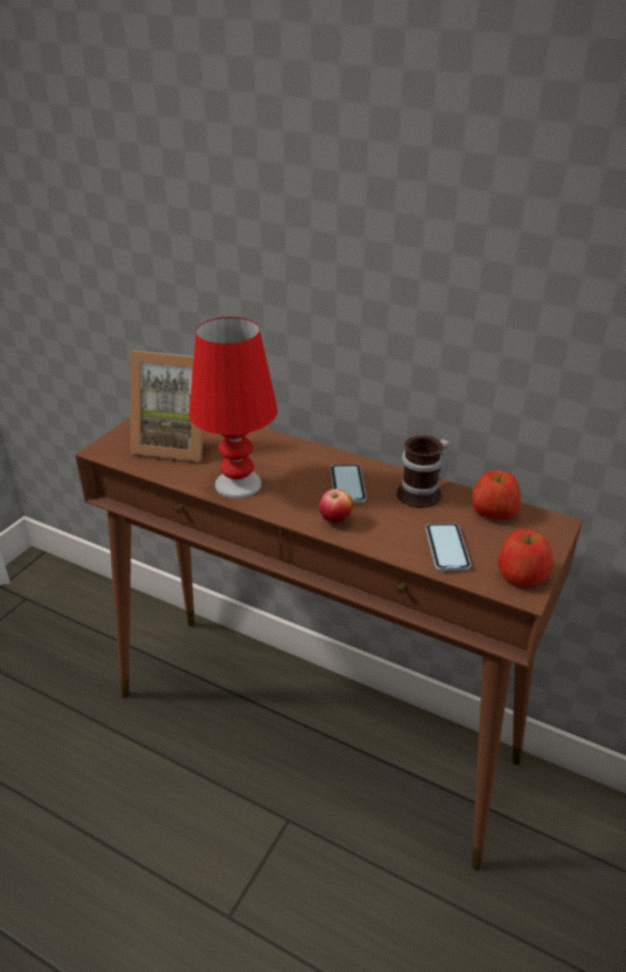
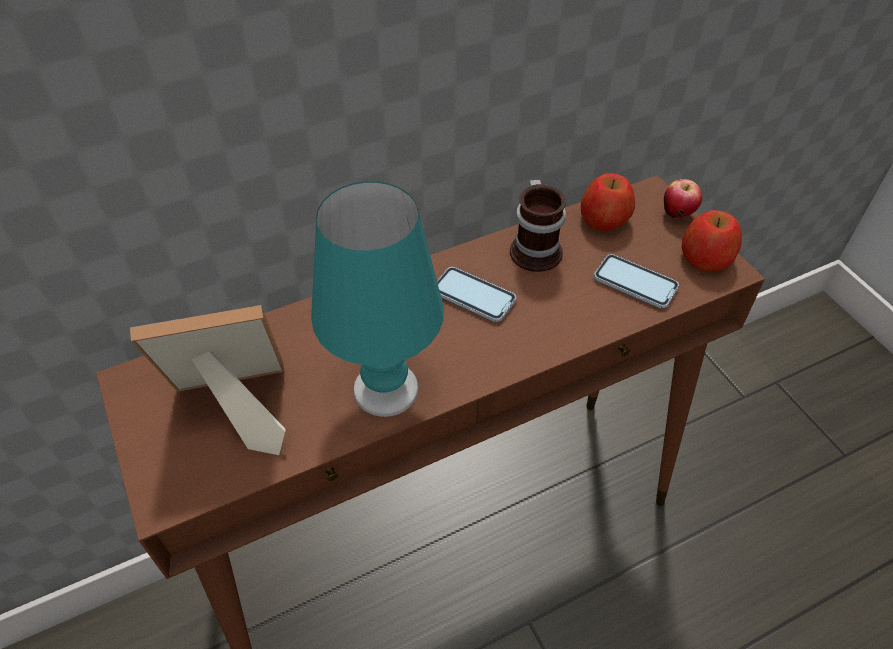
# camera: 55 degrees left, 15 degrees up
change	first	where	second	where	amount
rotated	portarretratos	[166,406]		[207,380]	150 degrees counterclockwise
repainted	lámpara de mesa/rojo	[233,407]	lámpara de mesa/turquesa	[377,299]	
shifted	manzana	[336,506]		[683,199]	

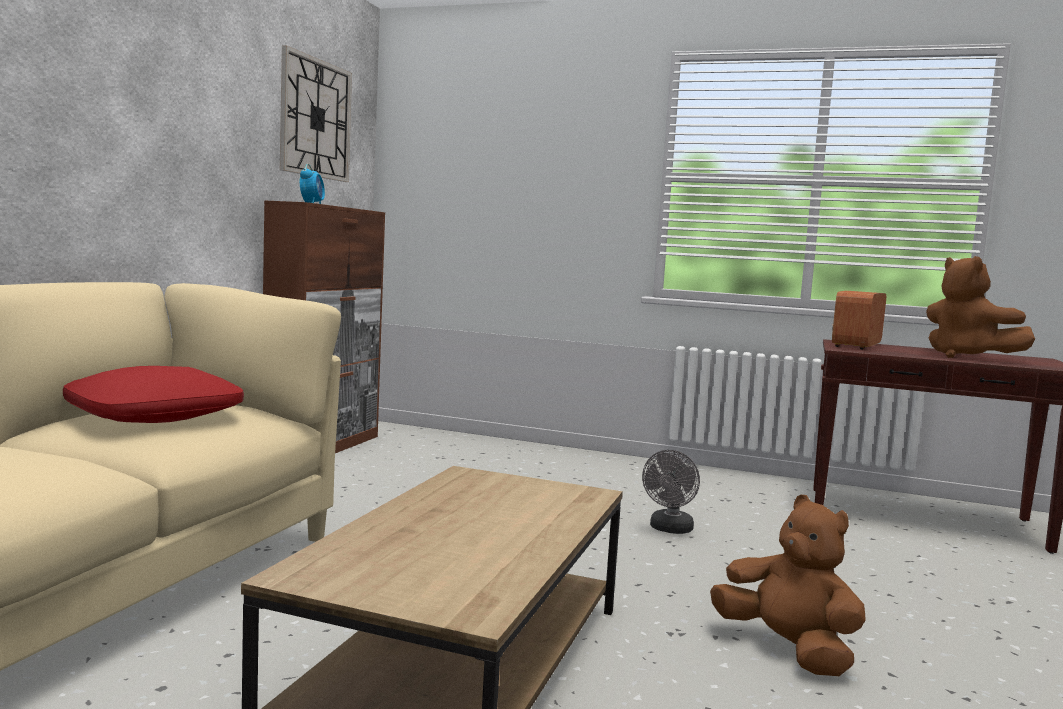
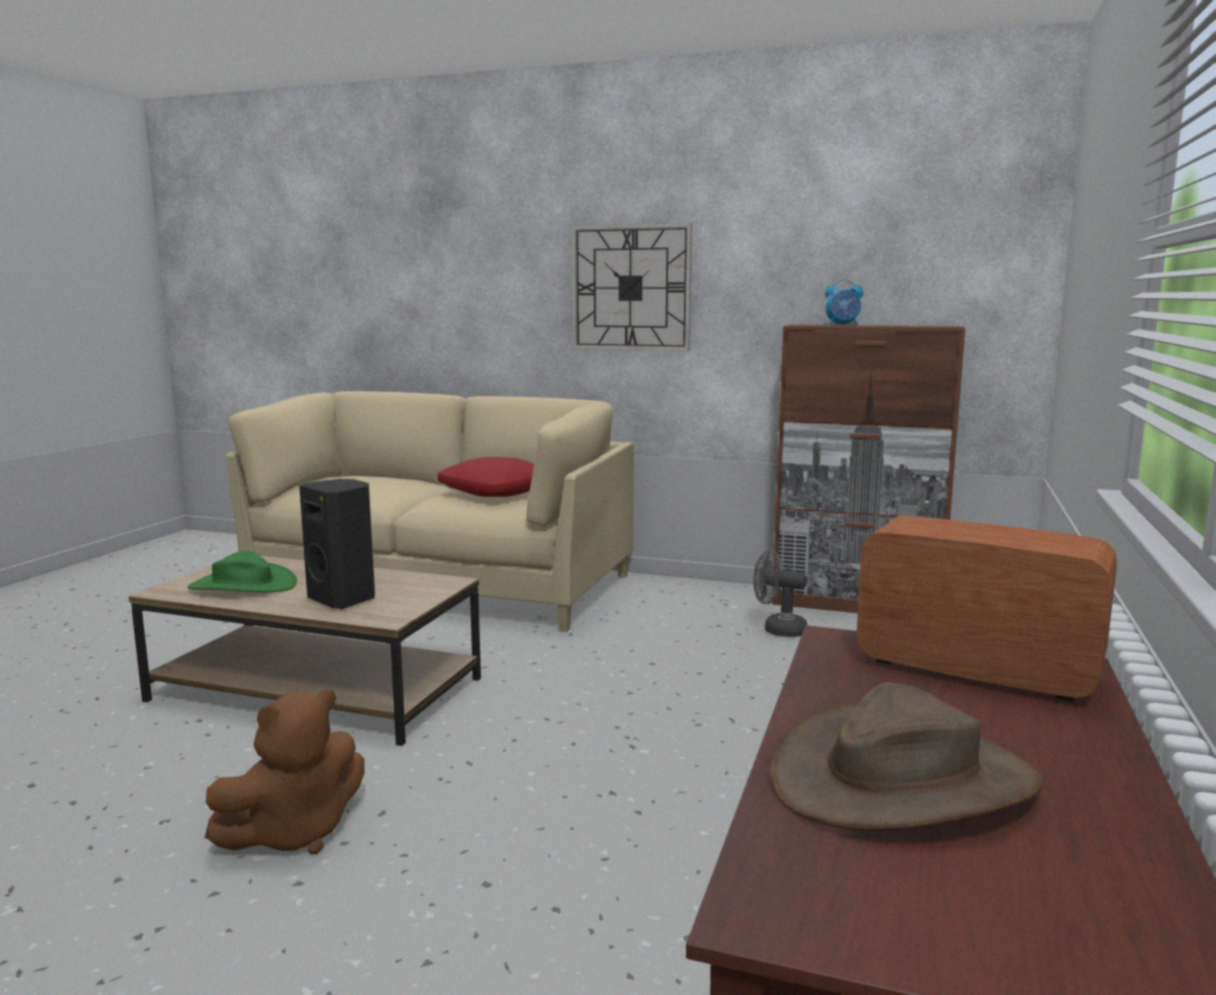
# camera: 90 degrees right, 5 degrees up
change	first	where	second	where	amount
new			sombrero/verde	[242,571]	
new			altavoz/negro	[337,544]	
shifted	reloj de pared	[316,113]		[631,287]	
shifted	ventilador/gris	[671,492]		[780,593]	
swapped	peluche/marrón	[980,307]	sombrero/marrón	[906,756]	

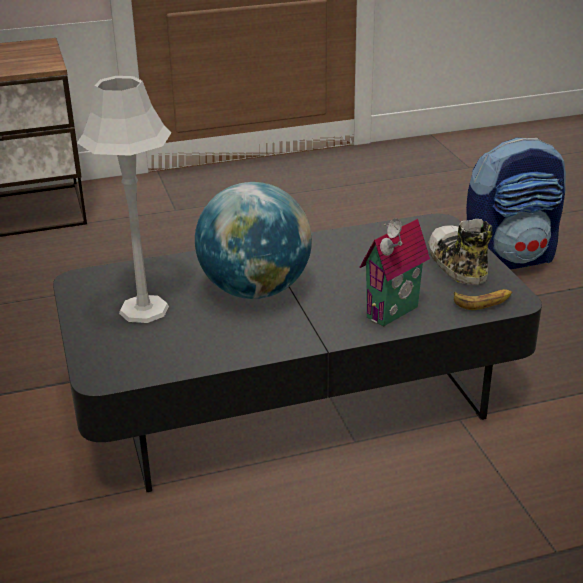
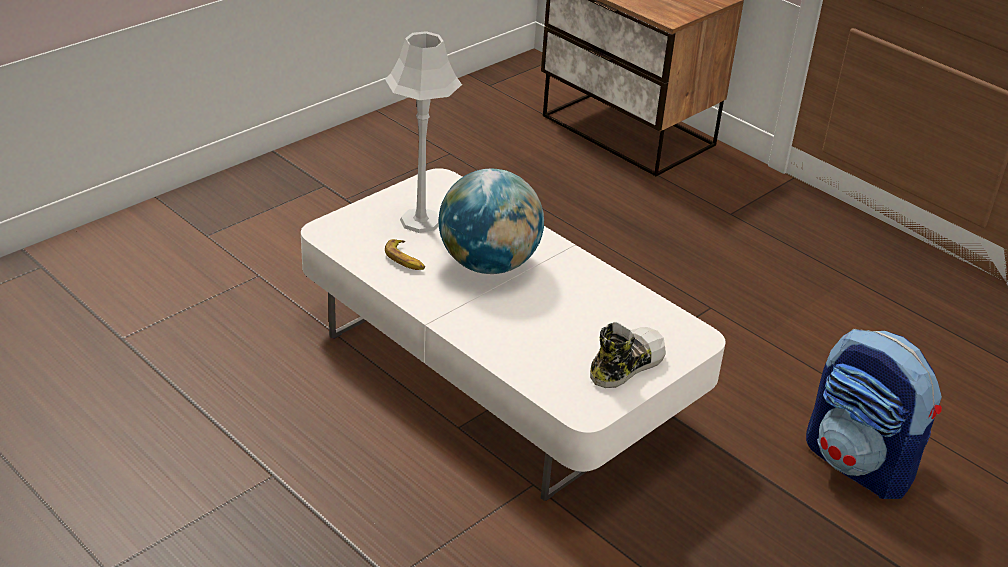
# camera: 60 degrees right, 5 degrees up
change	first	where	second	where	amount
repainted	mesa de centro/negro	[297,353]	mesa de centro/blanco	[513,334]	
shifted	plátano	[483,299]		[405,254]	
gone	casita	[394,272]			

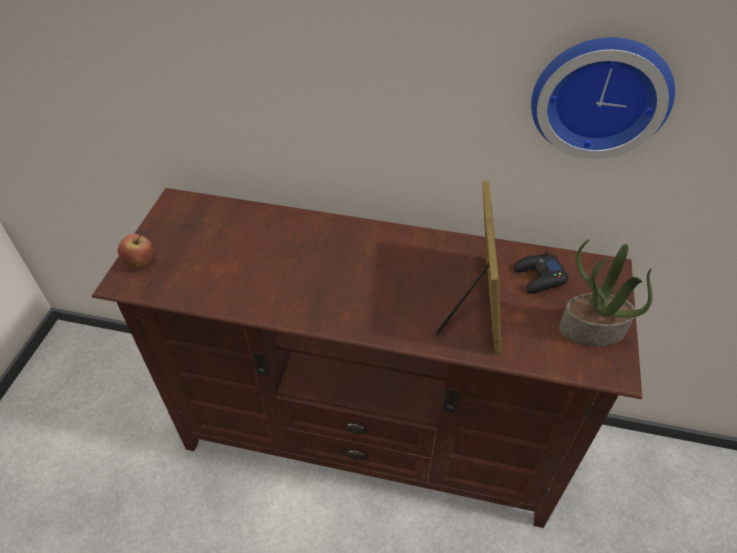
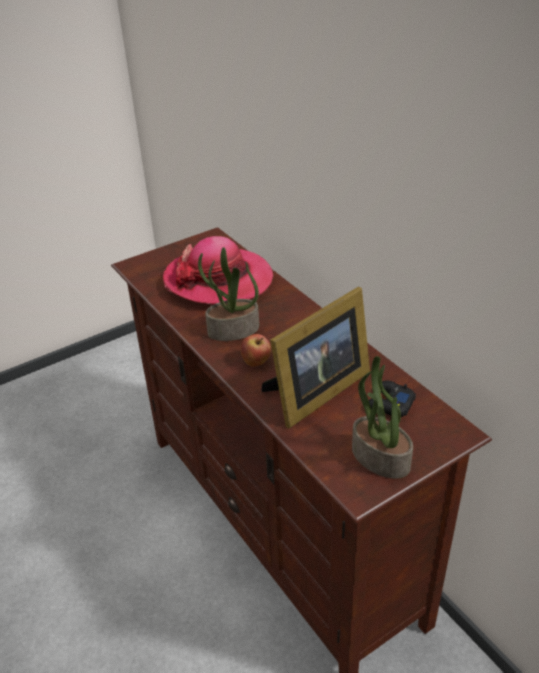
# camera: 45 degrees right, 10 degrees down
change	first	where	second	where	amount
new			sombrero	[218,270]	
new			planta en maceta	[228,294]	
shifted	manzana	[135,252]		[256,350]	
gone	reloj de pared	[603,98]			

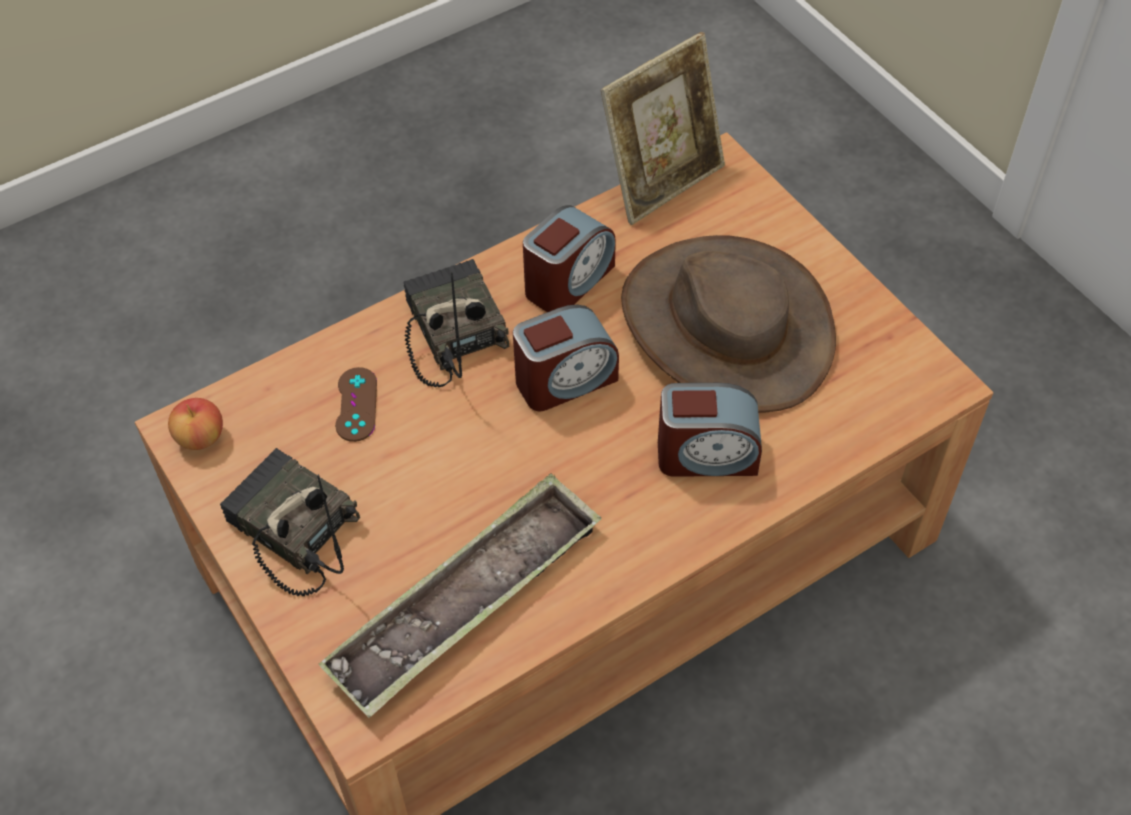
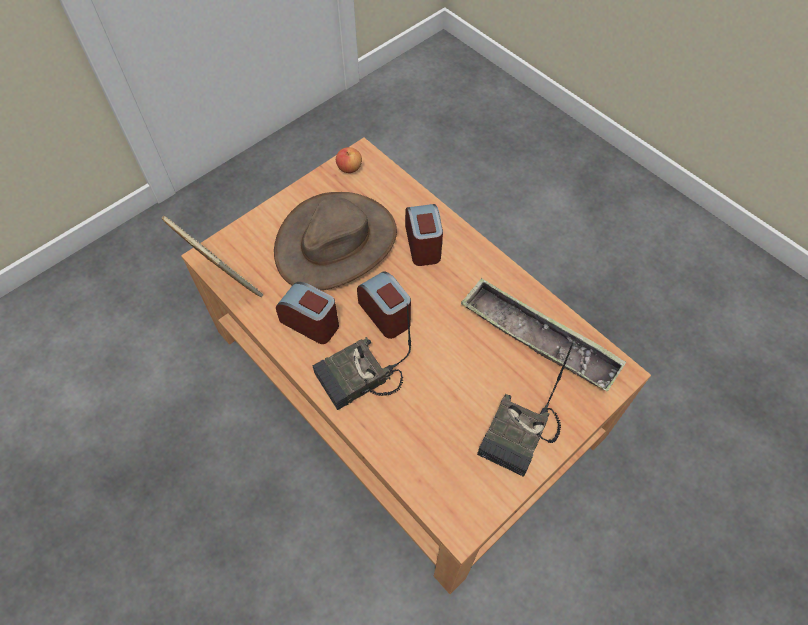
# camera: 100 degrees left, 5 degrees up
change	first	where	second	where	amount
shifted	manzana	[195,424]		[349,160]	
gone	mando de consola/marrón	[356,404]			

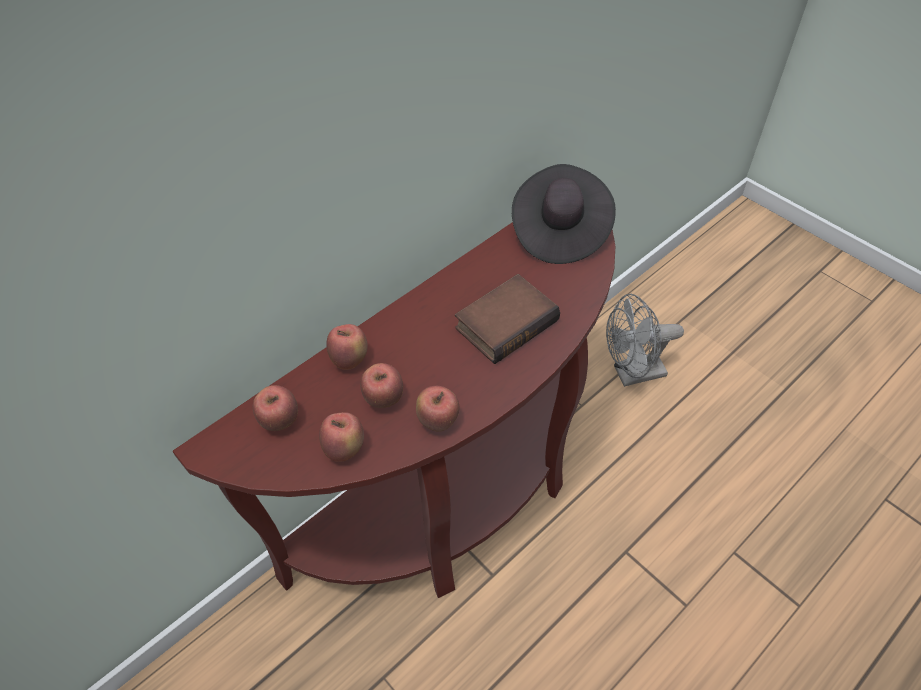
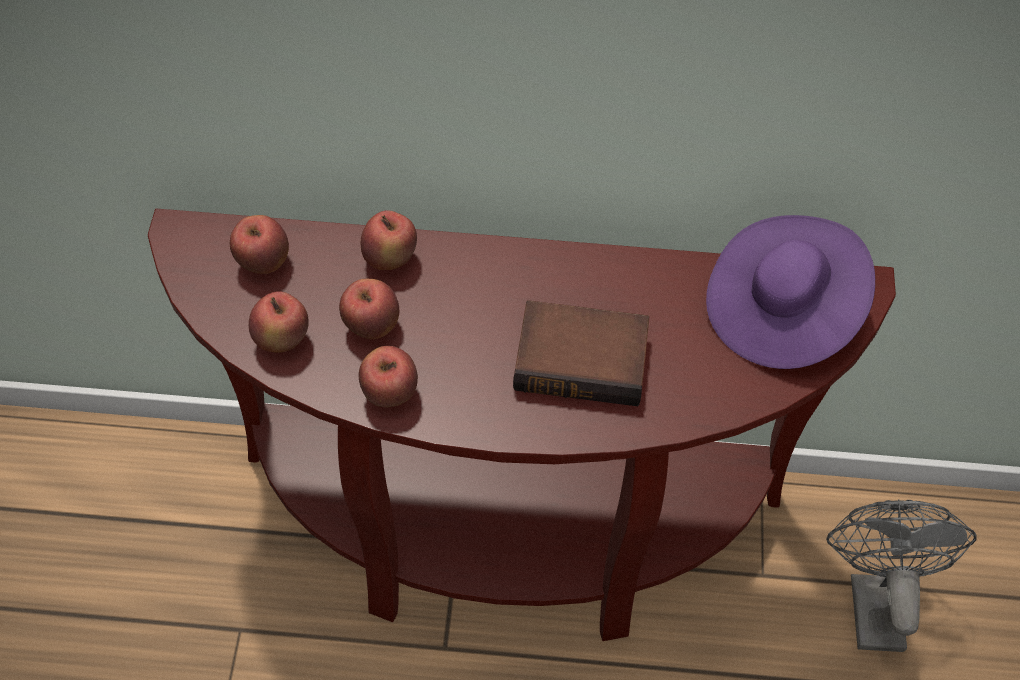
# camera: 45 degrees right, 5 degrees up
change	first	where	second	where	amount
repainted	sombrero/negro	[564,214]	sombrero/morado	[790,292]	
rotated	ventilador/gris	[645,340]		[901,575]	60 degrees clockwise

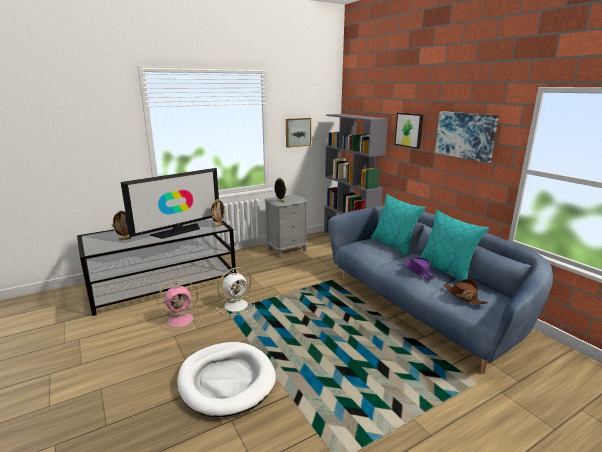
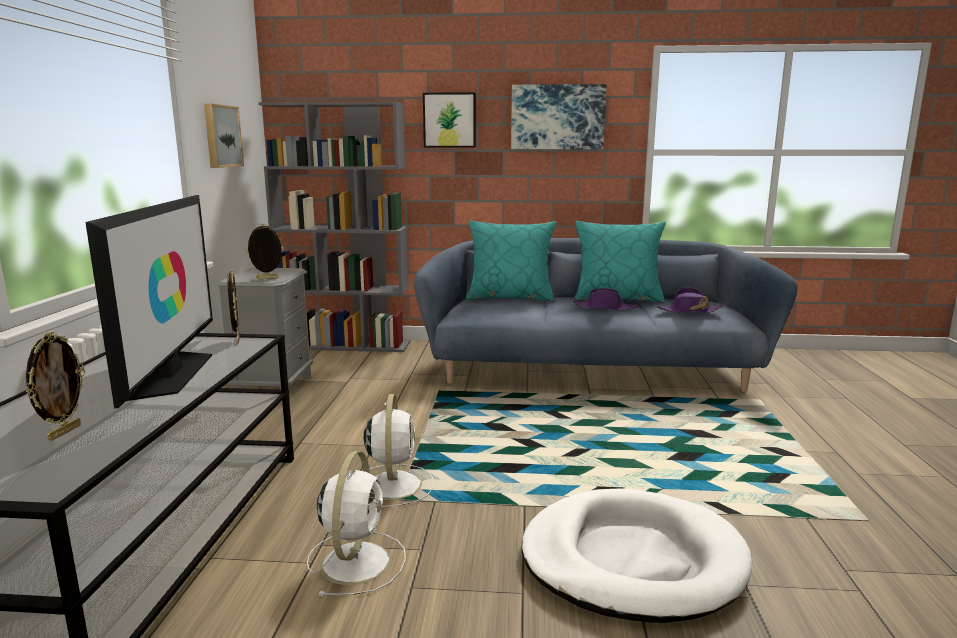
# camera: 55 degrees left, 5 degrees down
change	first	where	second	where	amount
repainted	ventilador/rosa	[179,305]	ventilador/blanco	[356,524]	
repainted	sombrero/marrón	[466,291]	sombrero/morado	[690,300]	

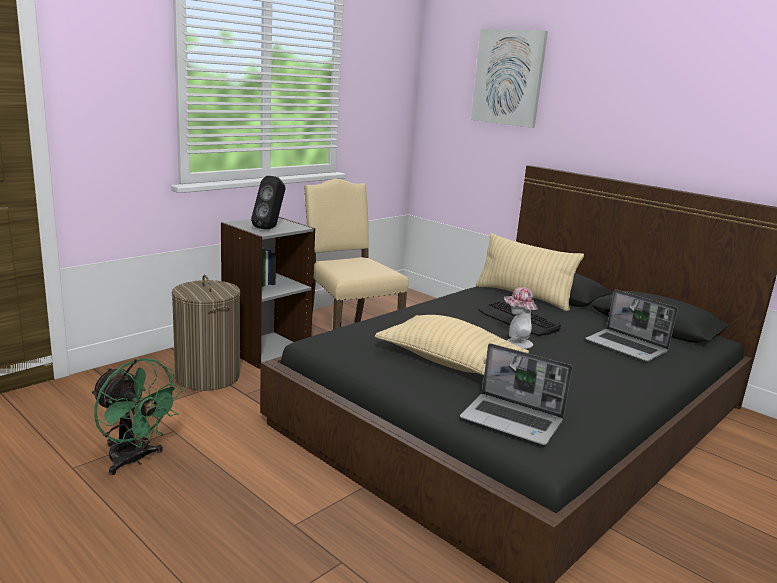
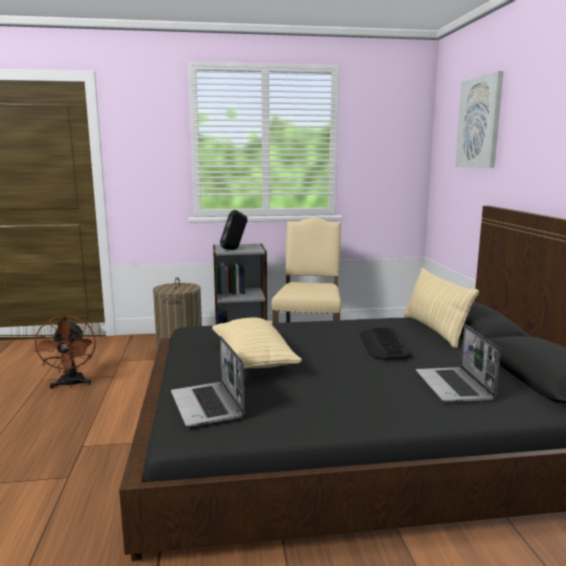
# camera: 40 degrees right, 5 degrees down
change	first	where	second	where	amount
repainted	ventilador/verde	[137,416]	ventilador/marrón	[64,352]	
gone	sombrero	[521,318]			

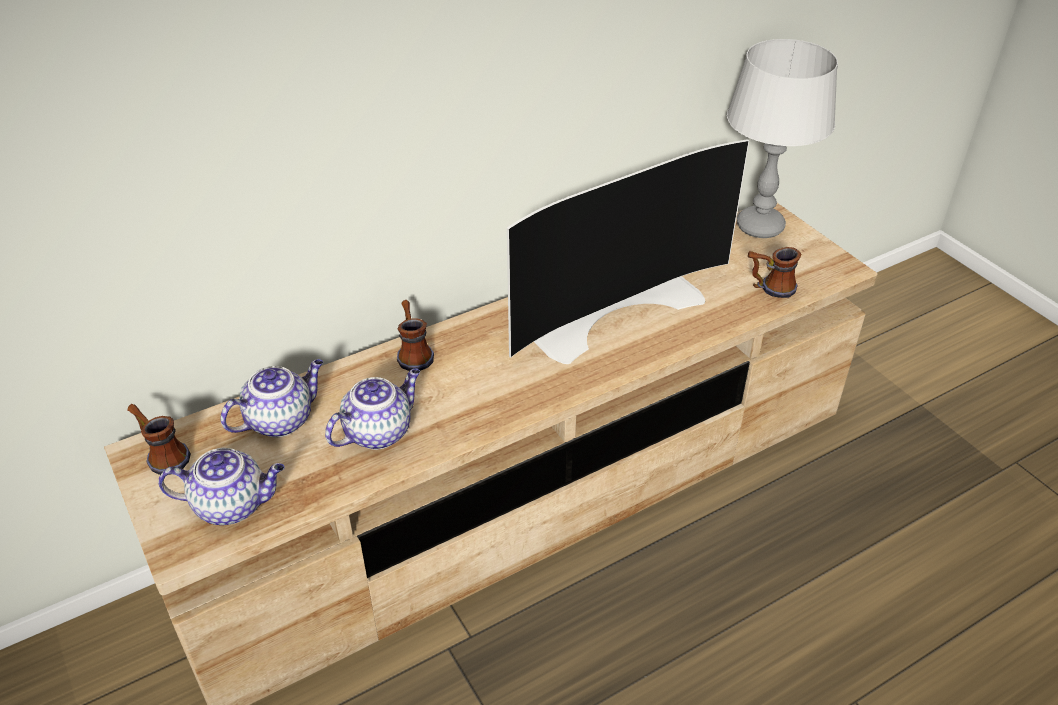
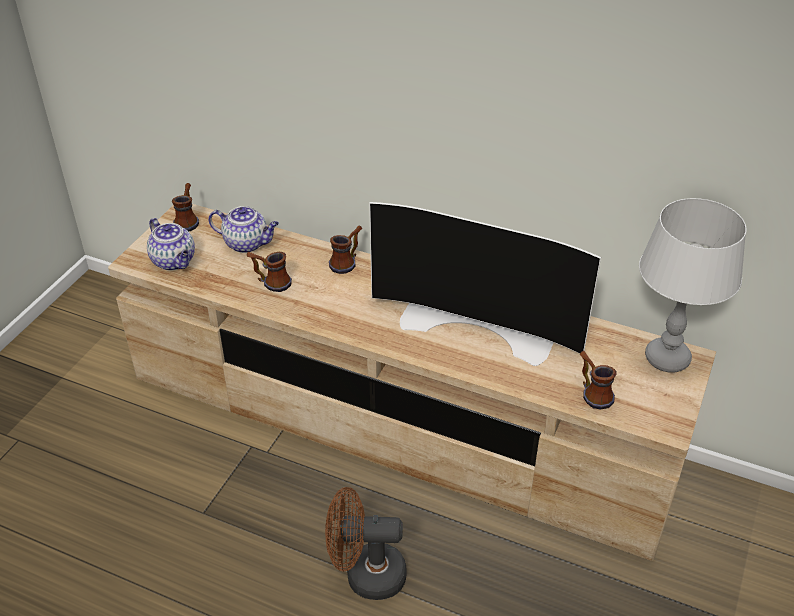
# camera: 55 degrees right, 0 degrees up
change	first	where	second	where	amount
swapped	tetera	[372,409]	taza grande	[269,272]	
new			ventilador/marrón	[366,543]	

